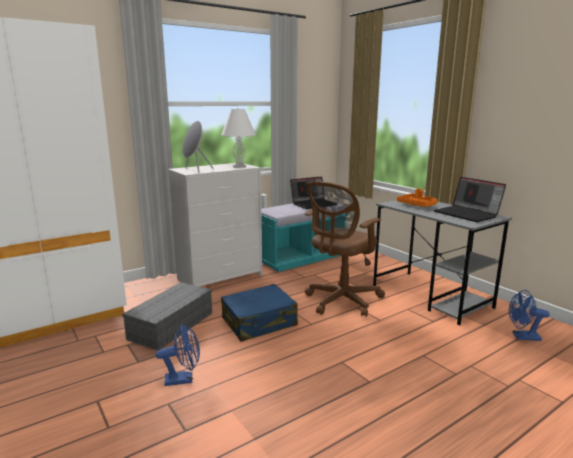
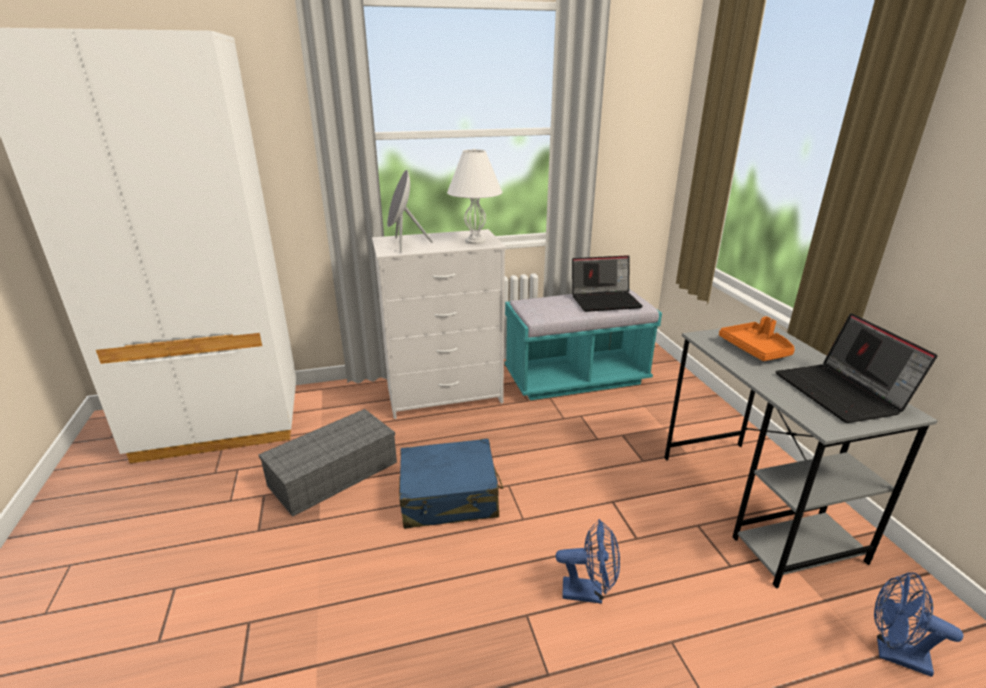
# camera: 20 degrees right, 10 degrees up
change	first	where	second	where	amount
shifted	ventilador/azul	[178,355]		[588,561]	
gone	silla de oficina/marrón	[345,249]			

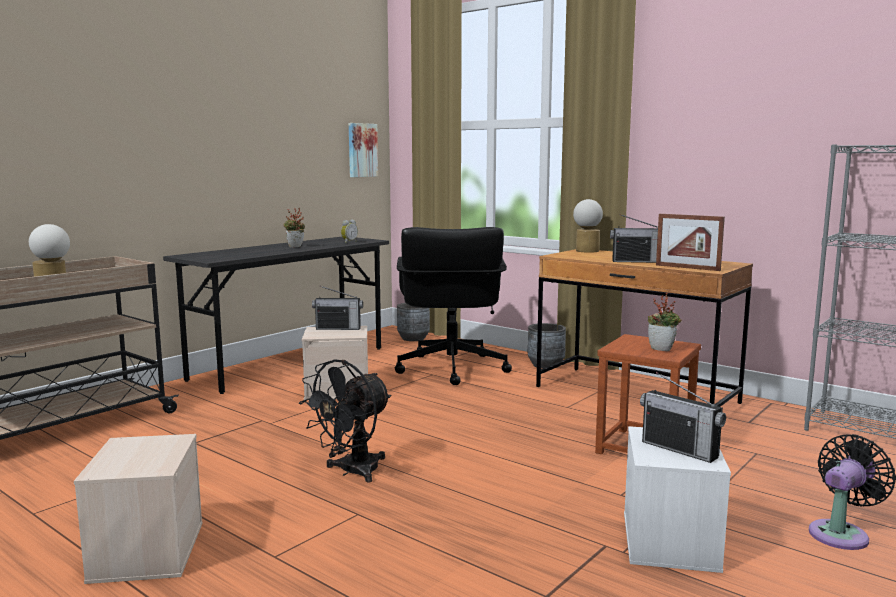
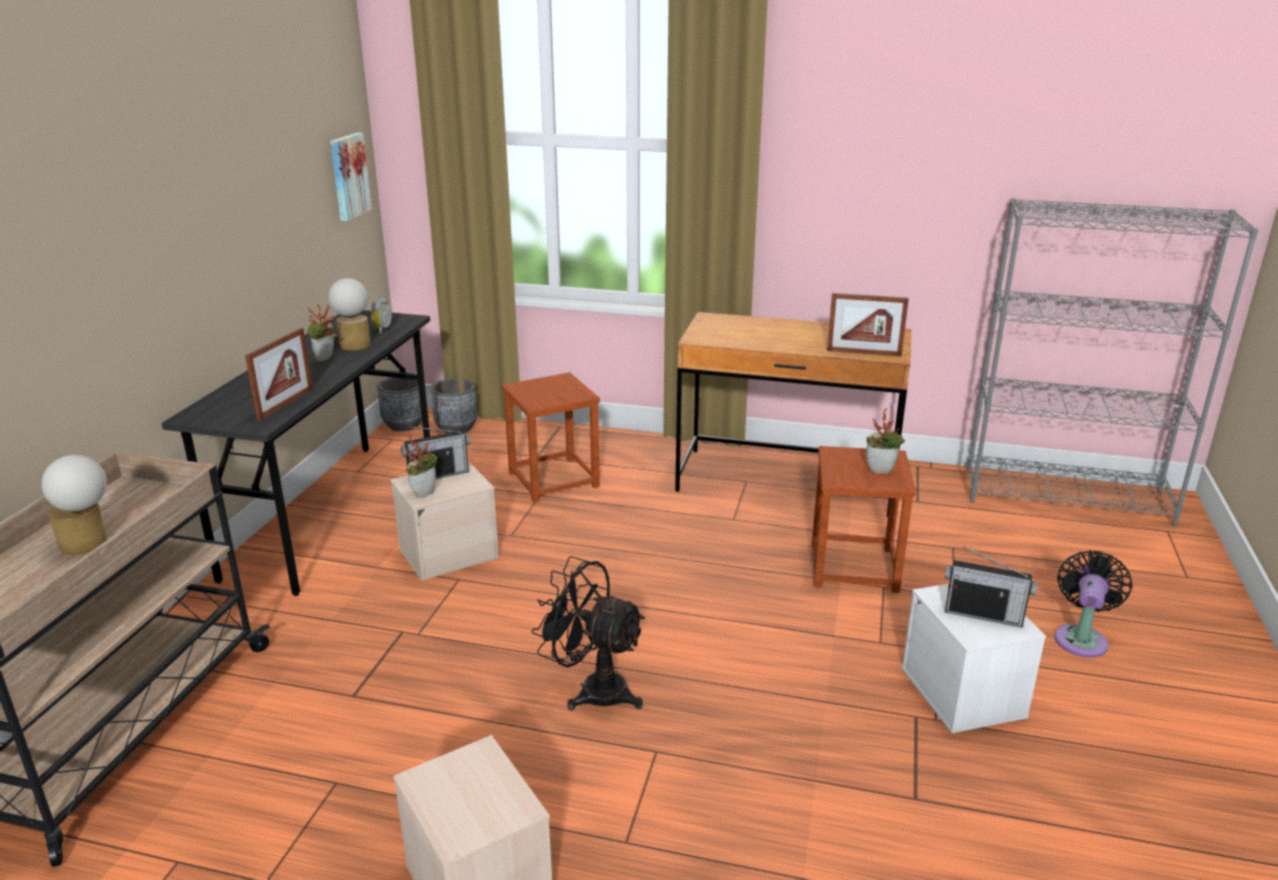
# camera: 25 degrees left, 15 degrees up
change	first	where	second	where	amount
new			portarretratos	[279,374]	
shifted	lámpara de mesa	[588,226]		[349,314]	
shifted	maceta/gris	[547,346]		[399,404]	
new			planta en maceta	[422,466]	
swapped	silla de oficina/negro	[453,306]	taburete/marrón	[551,437]	
rotated	ventilador/negro	[345,421]		[588,633]	105 degrees clockwise
gone	radio	[634,238]			

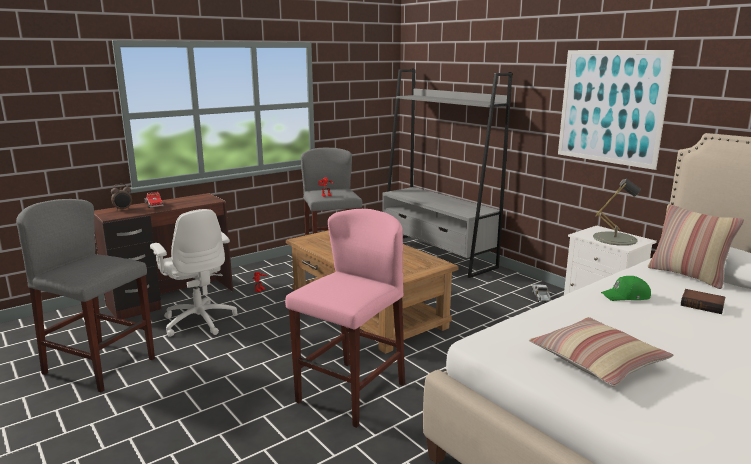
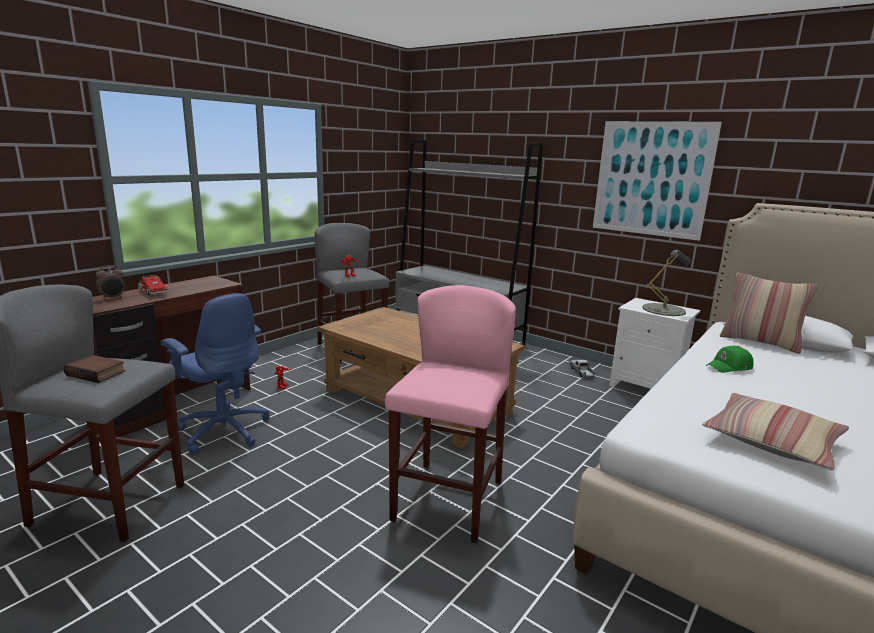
# camera: 15 degrees left, 0 degrees up
change	first	where	second	where	amount
shifted	libro	[703,301]		[94,369]	
repainted	silla de oficina/blanco	[193,273]	silla de oficina/azul	[215,373]	

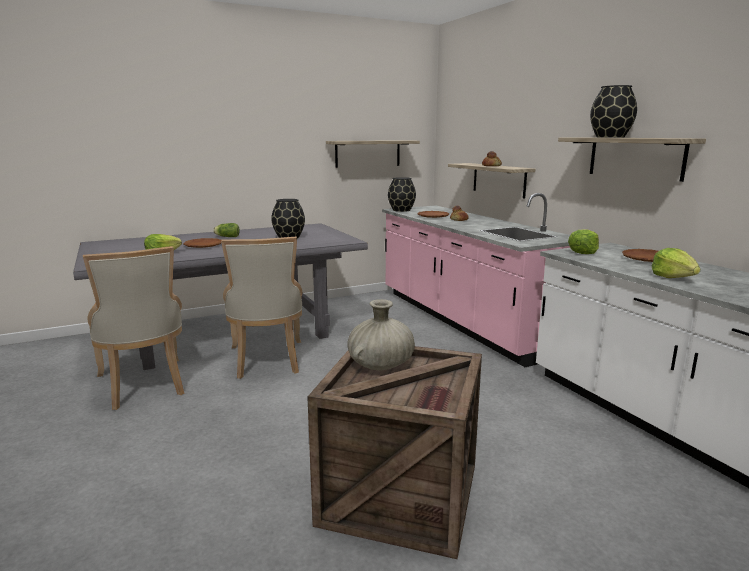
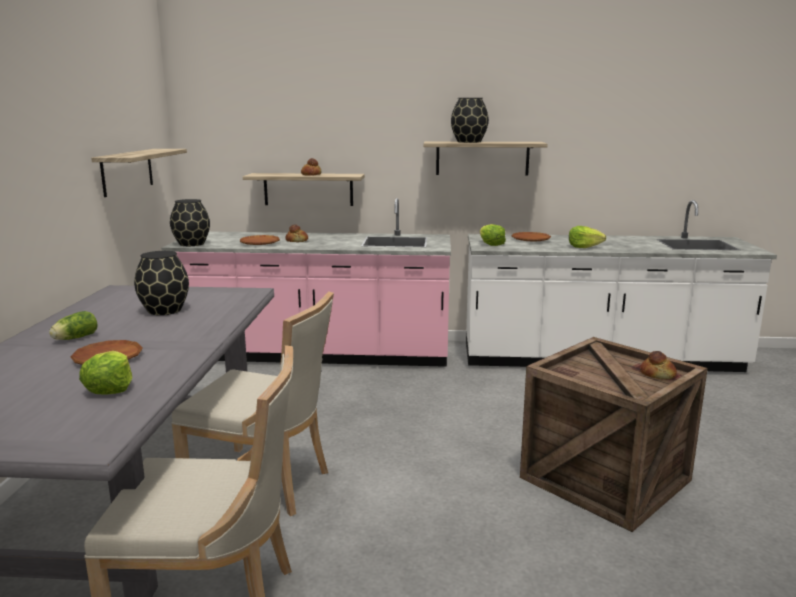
# camera: 60 degrees left, 0 degrees up
change	first	where	second	where	amount
new			pan	[658,365]	
gone	florero/beis	[381,334]			

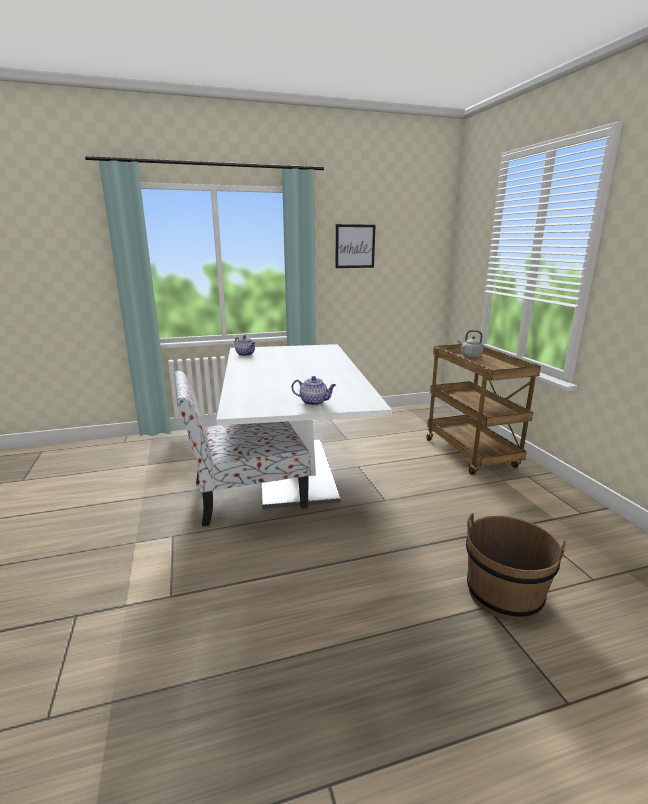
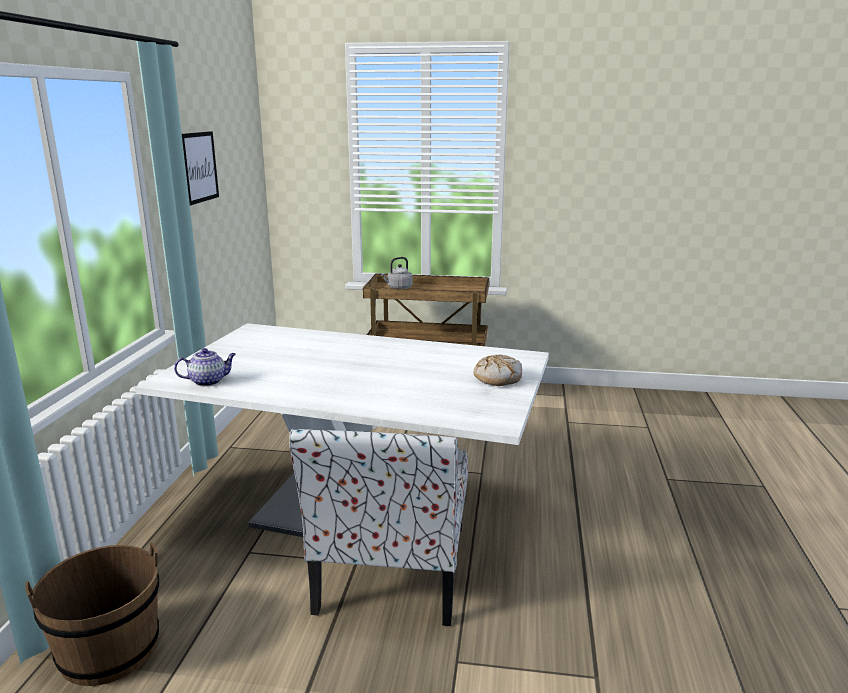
# camera: 65 degrees left, 0 degrees up
change	first	where	second	where	amount
shifted	cubo/marrón	[516,567]		[92,614]	
swapped	tetera	[314,390]	pan	[497,370]	

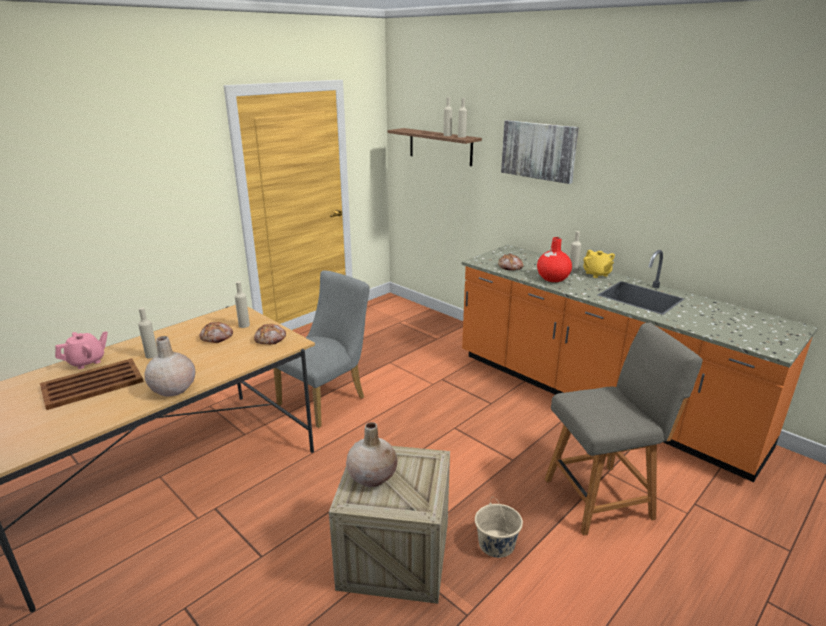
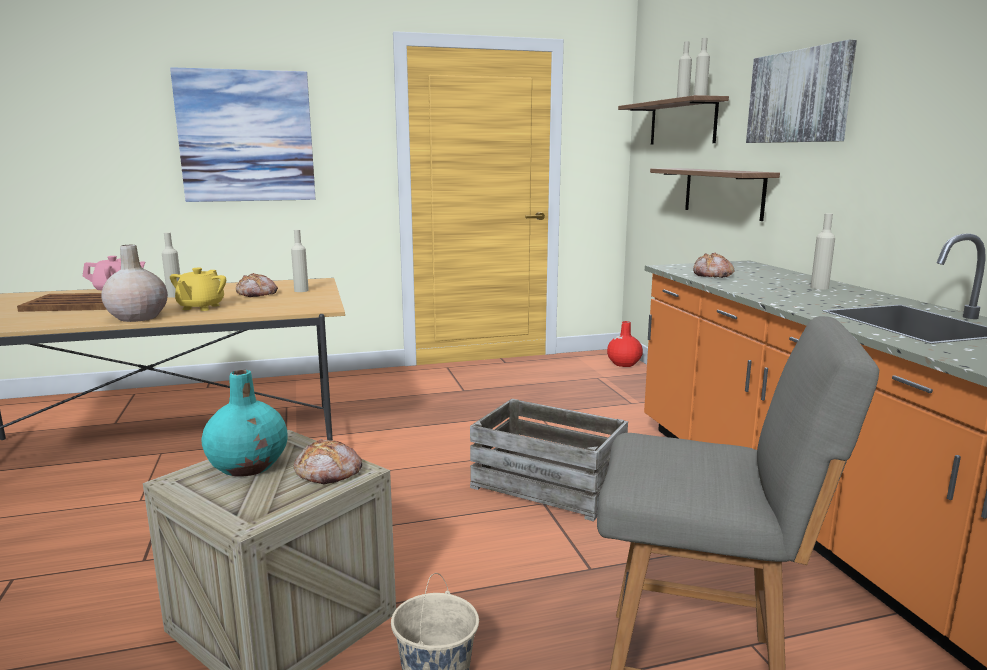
# camera: 30 degrees right, 10 degrees down
change	first	where	second	where	amount
new			cuadro	[243,134]	
shifted	tetera/amarillo	[599,264]		[198,289]	
repainted	florero/beis	[371,454]	florero/turquesa	[245,423]	
shifted	pan	[270,334]		[328,462]	
new			caja de embalaje	[549,460]	
shifted	florero/rojo	[554,259]		[625,344]	
new			estante	[715,194]	
gone	silla/gris	[321,349]			

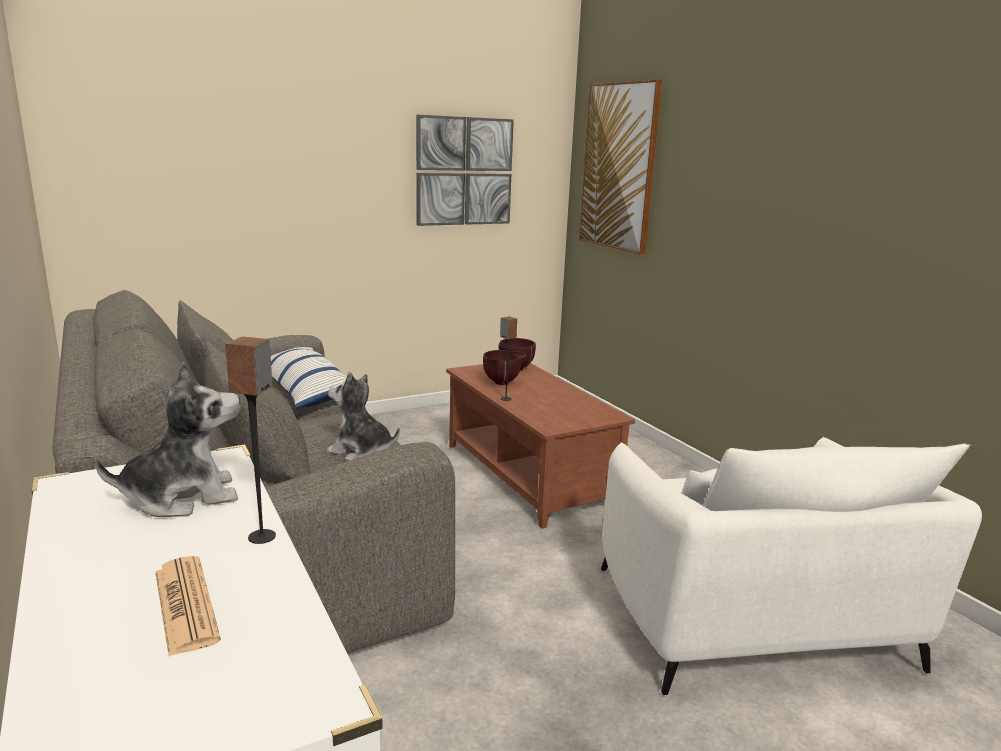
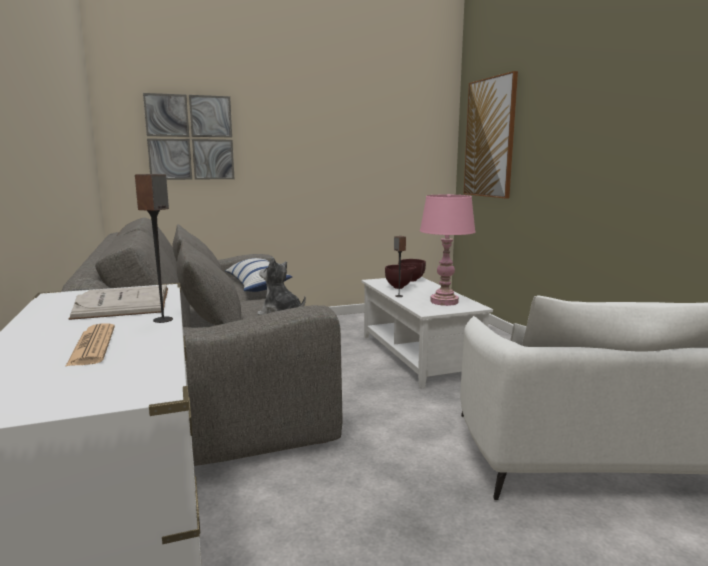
# camera: 10 degrees right, 5 degrees down
change	first	where	second	where	amount
swapped	peluche	[167,439]	libro/blanco	[118,302]	
shifted	cuadro	[465,170]		[188,136]	
repainted	mesa de centro/marrón	[540,445]	mesa de centro/blanco	[427,333]	
new			lámpara de mesa/rosa	[448,250]	

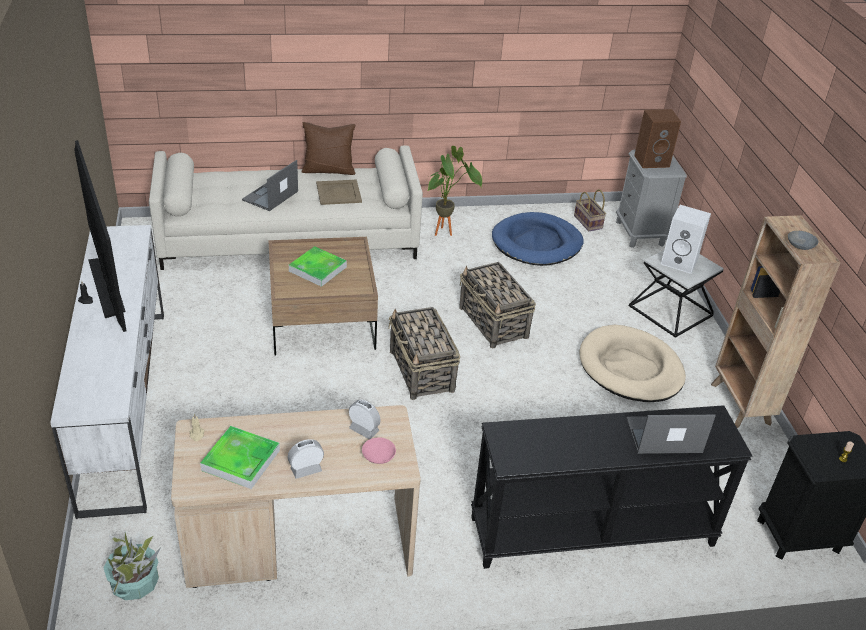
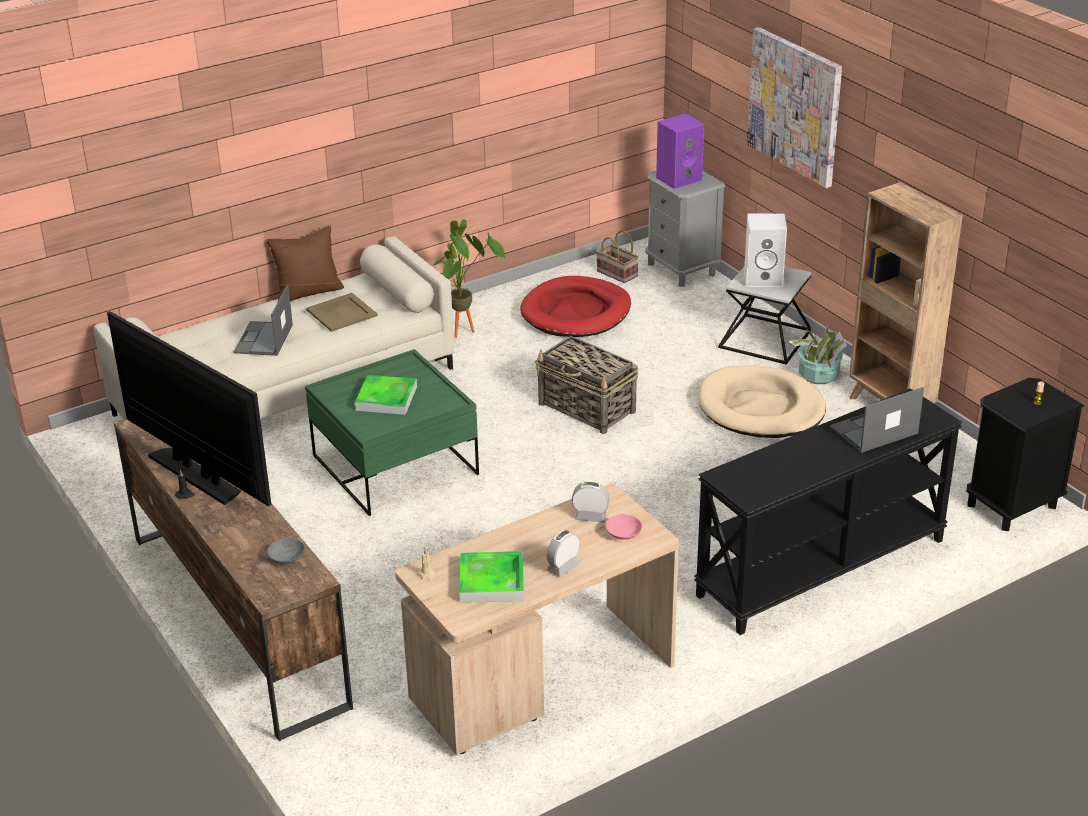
# camera: 20 degrees left, 5 degrees down
change	first	where	second	where	amount
repainted	mueble de televisión/blanco	[107,372]	mueble de televisión/marrón	[233,580]	
shifted	cuenco/gris	[803,240]		[286,551]	
repainted	mesa de centro/marrón	[323,296]	mesa de centro/verde	[392,432]	
repainted	cama para perro/azul	[538,239]	cama para perro/rojo	[575,306]	
repainted	altavoz/marrón	[657,138]	altavoz/morado	[680,151]	
new			cuadro	[794,107]	
shifted	planta en maceta	[132,566]		[817,355]	
gone	cesta	[424,353]			

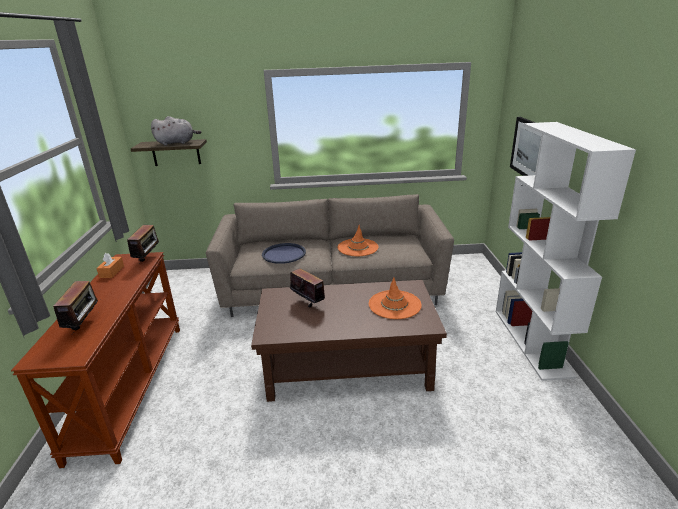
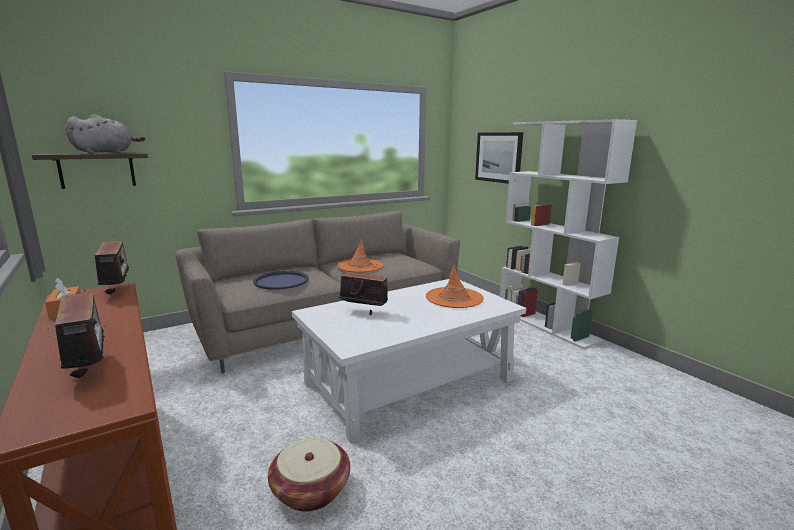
# camera: 30 degrees left, 10 degrees down
change	first	where	second	where	amount
new			cesta	[309,474]	
repainted	mesa de centro/marrón	[349,341]	mesa de centro/blanco	[409,361]	

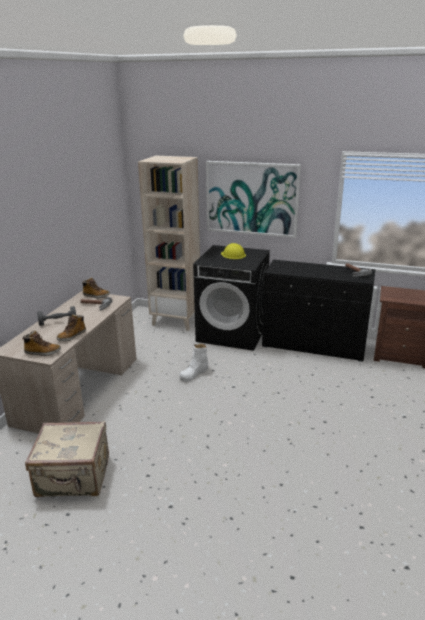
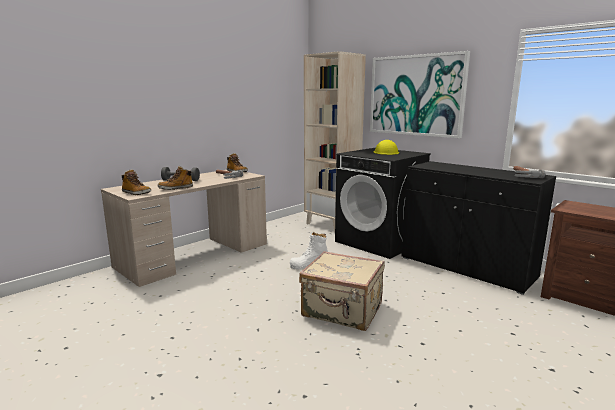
# camera: 25 degrees right, 10 degrees down
change	first	where	second	where	amount
shifted	maleta/beis	[67,459]		[342,291]	

